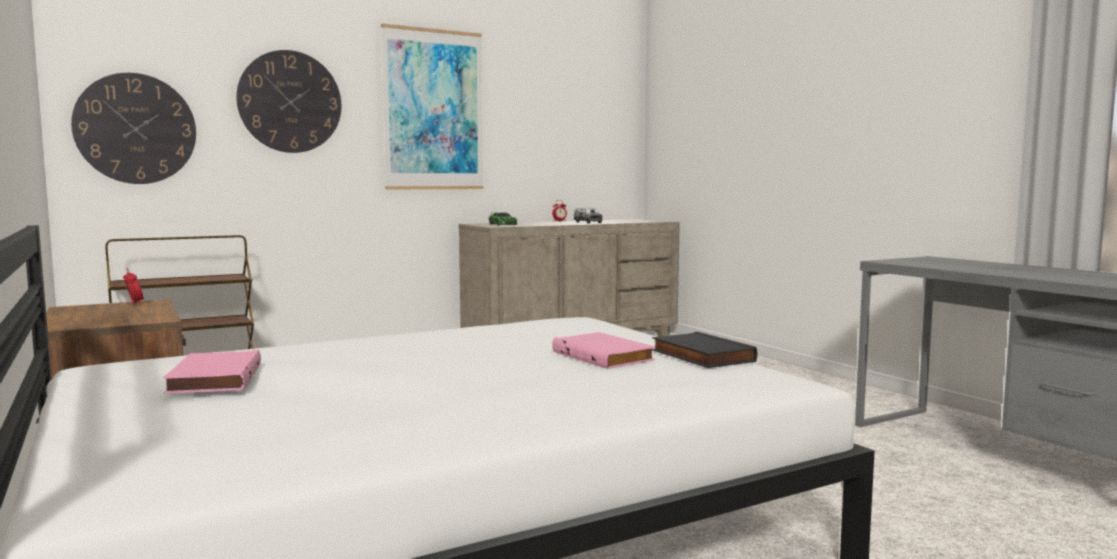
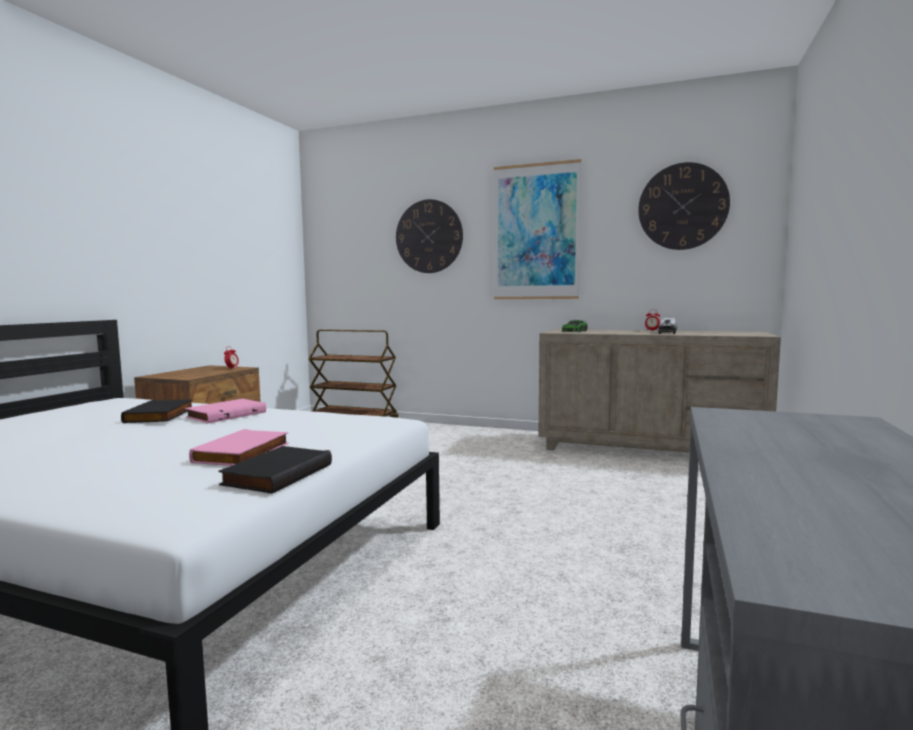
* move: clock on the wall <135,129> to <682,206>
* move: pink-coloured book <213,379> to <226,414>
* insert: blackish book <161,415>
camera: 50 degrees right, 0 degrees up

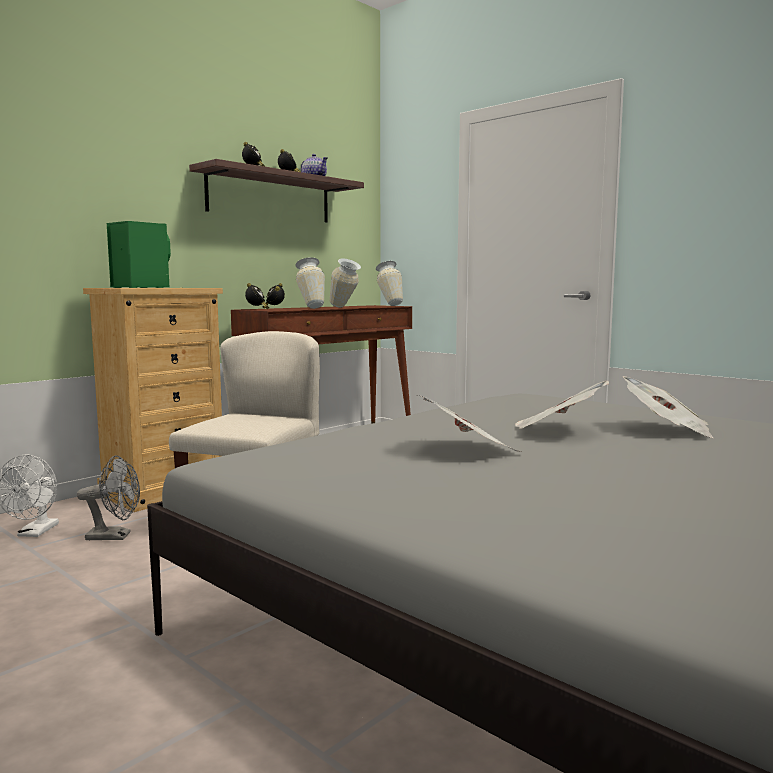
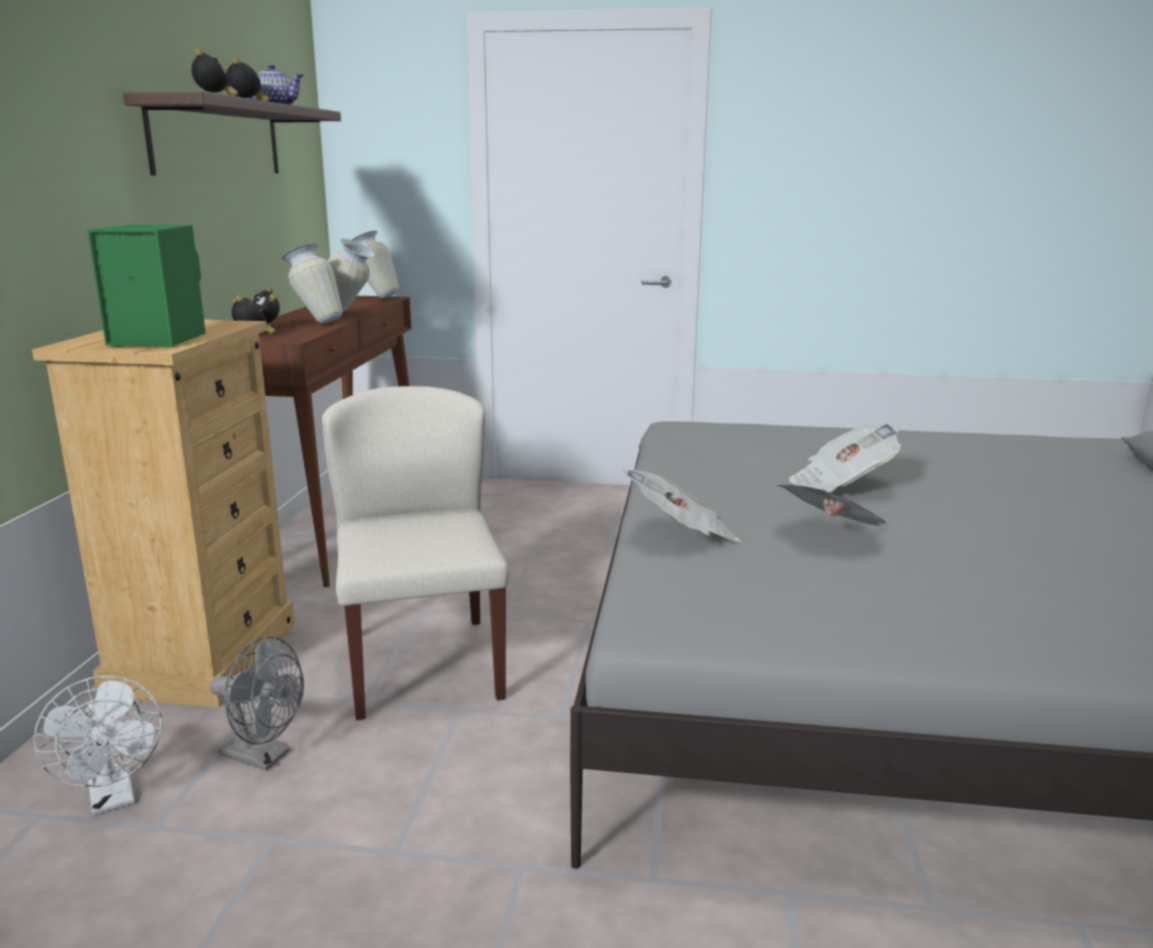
* move: printed paper <667,430> to <681,534>
* rotate: gray electric fan <115,536> = <264,756> 60 degrees clockwise
camera: 35 degrees left, 10 degrees up

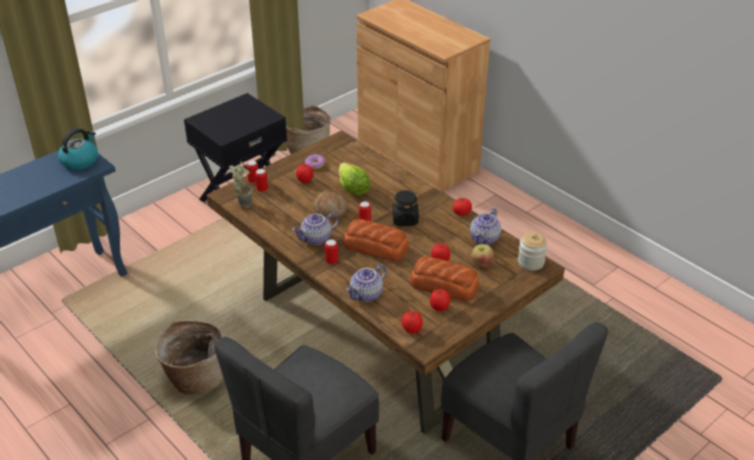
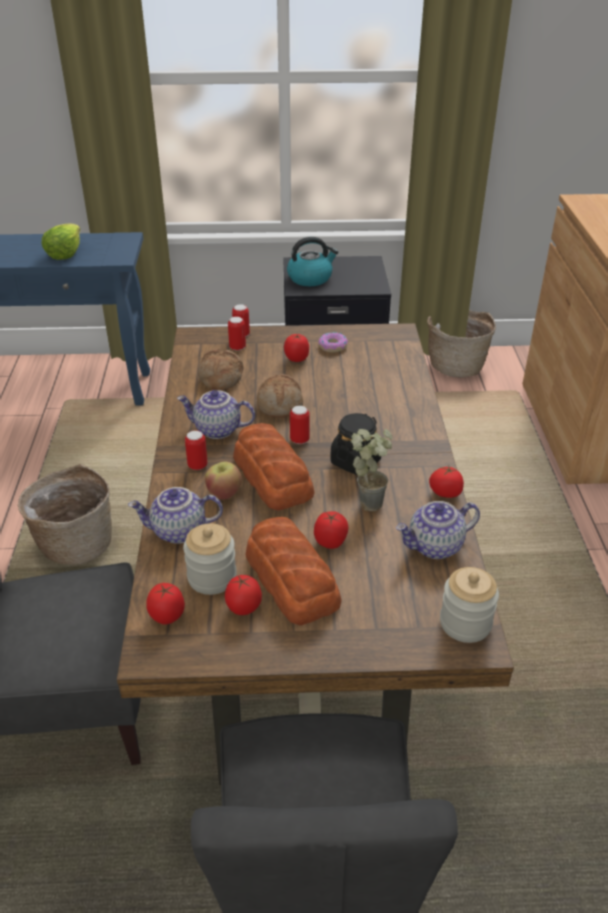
* move: kettle <80,161> to <310,278>
* move: plant in a pot <243,203> to <371,499>
* move: head of lettuce <352,188> to <65,253>
* move: whole apple <481,263> to <224,493>
* insert: baked bread <220,377>
* insert: jar <212,577>
camera: 40 degrees right, 0 degrees up

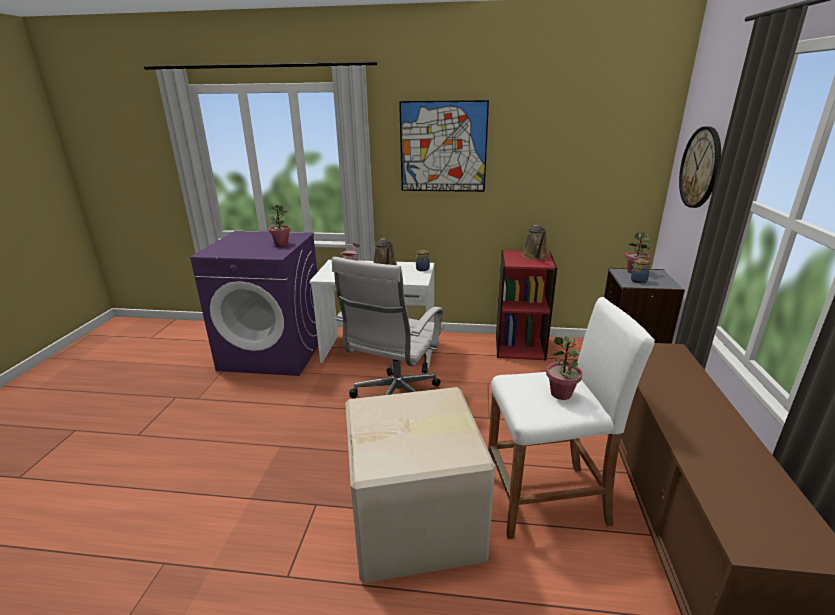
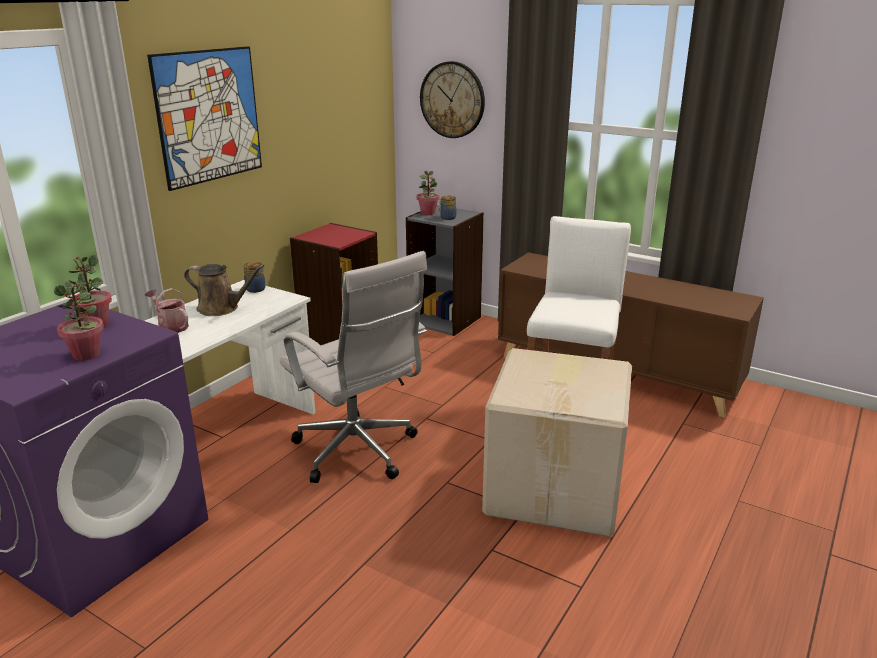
* delete: brown-coloured sprinkling can <535,256>
* move: plant in a pot <561,394> to <87,355>
camera: 65 degrees left, 0 degrees up

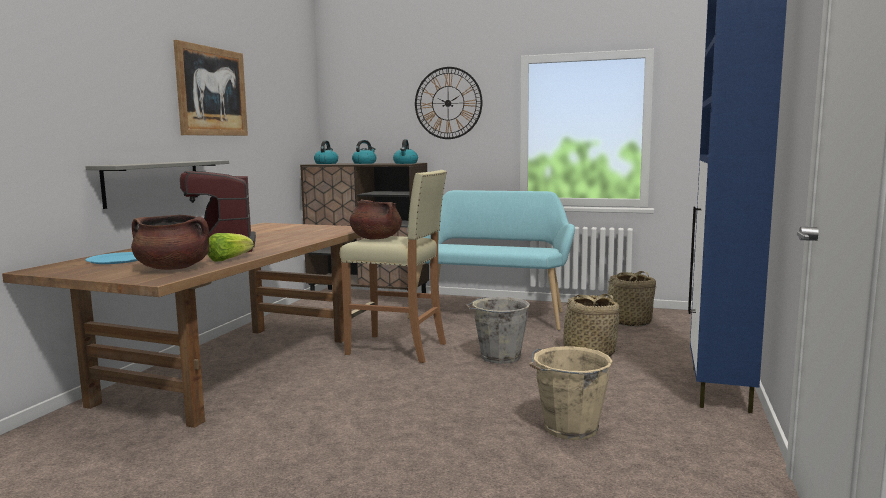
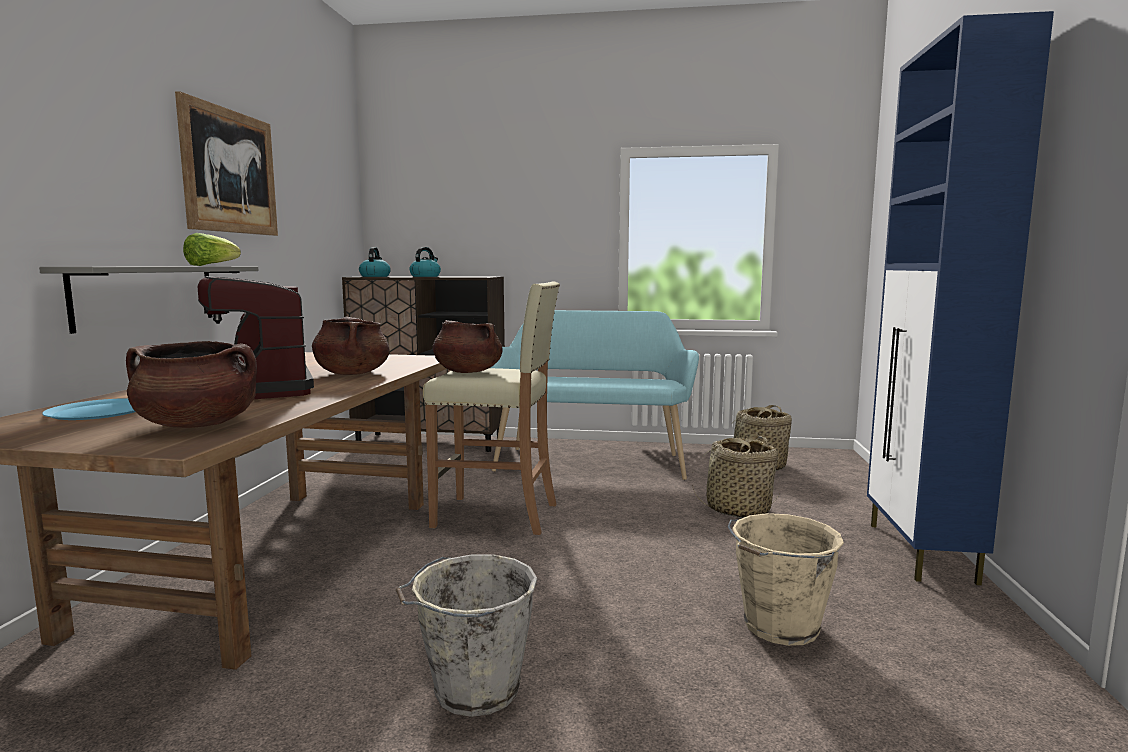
* delete: clock on the wall <448,103>
* delete: kettle <405,163>
* move: head of lettuce <229,259> to <211,266>
* move: gray bucket <498,357> to <473,690>
* insert: brown-coloured cooking pot <352,373>
camera: 10 degrees left, 0 degrees up

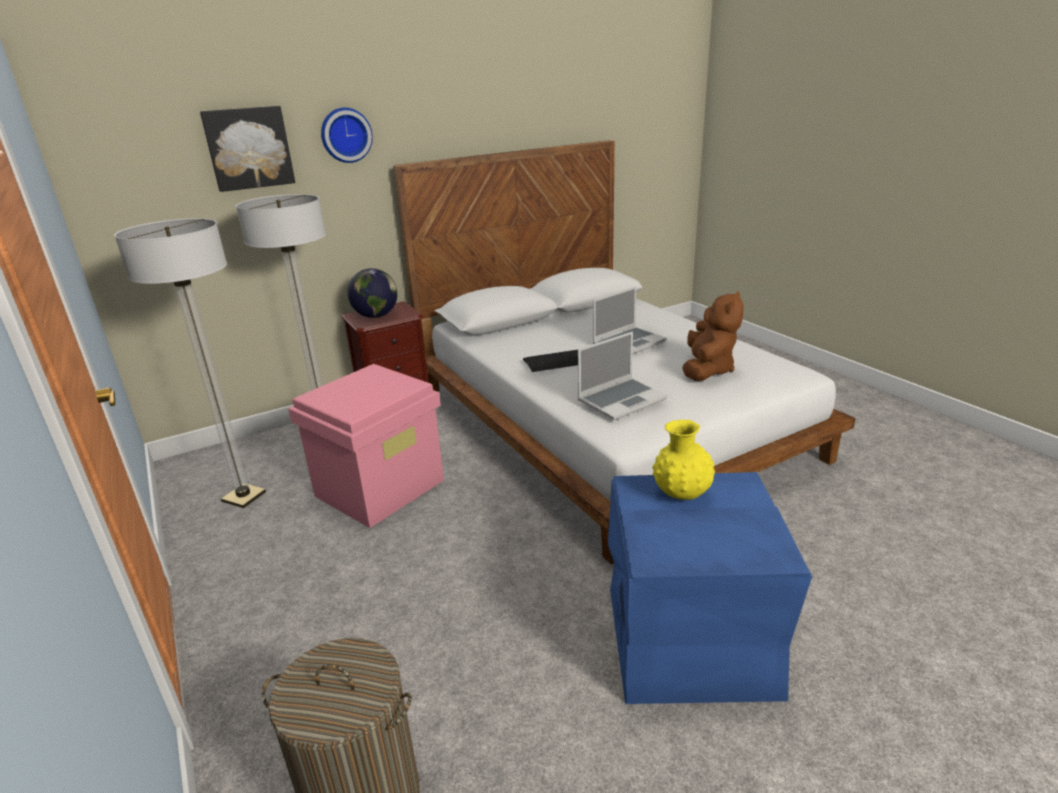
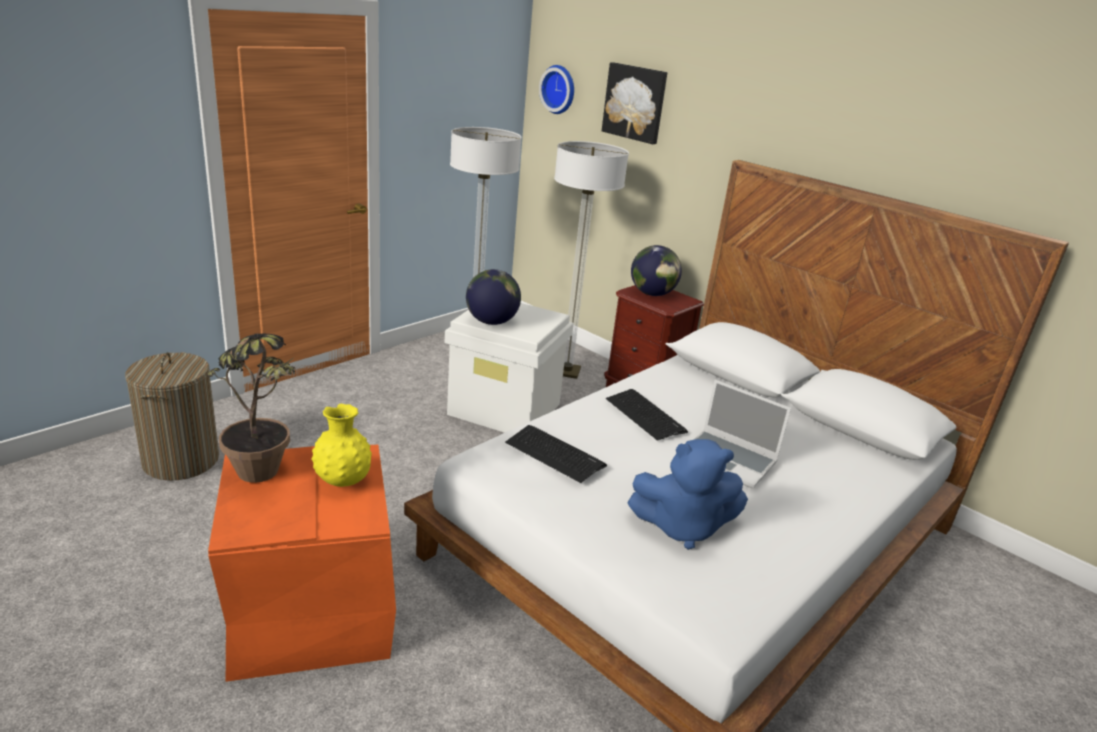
* move: clock on the wall <345,135> to <559,89>
* recolor: brown-coloured soft toy <707,370> to blue soft toy <682,527>
* replace: laptop <622,400> to PC keyboard <555,454>
* recolor: pink-coloured storage container <380,487> to whitish storage container <505,409>
* recolor: blue storage container <687,637> to orangey storage container <313,610>
* insert: globe <491,322>
* insert: plant in a pot <264,478>
camera: 70 degrees right, 0 degrees up

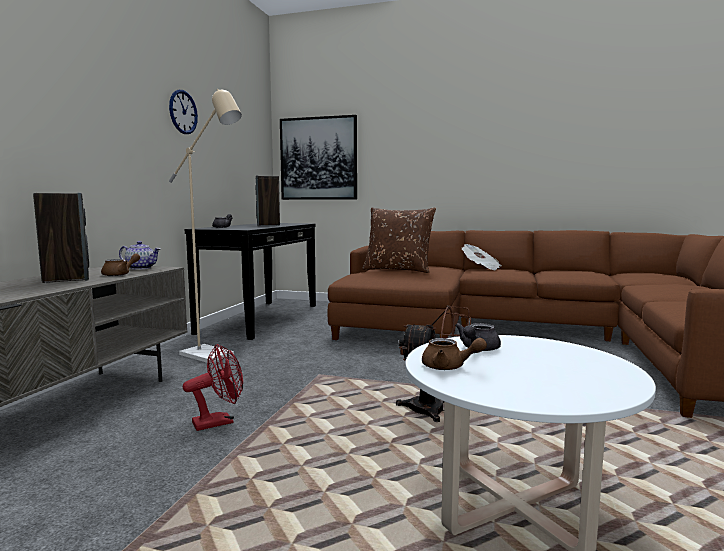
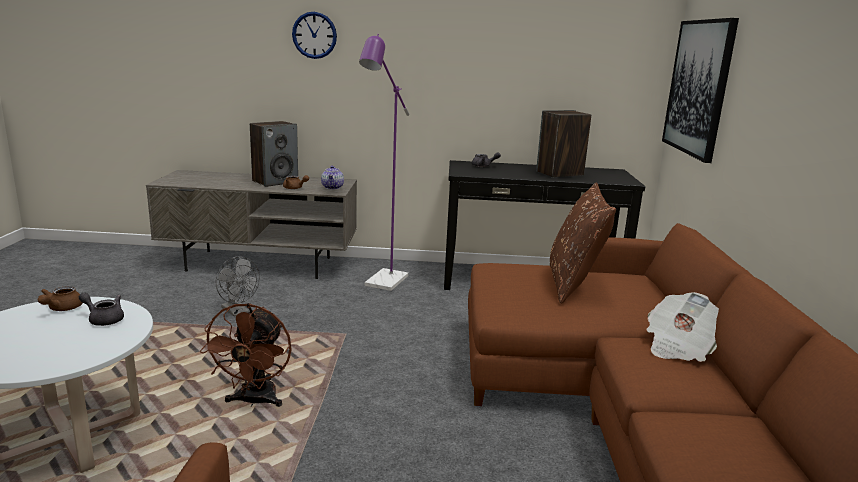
* recolor: beige-coloured standing lamp <213,356> to purple-coloured standing lamp <383,284>
* move: clock on the wall <183,112> to <314,35>
* recolor: red electric fan <219,422> to gray electric fan <237,312>
camera: 75 degrees right, 10 degrees up

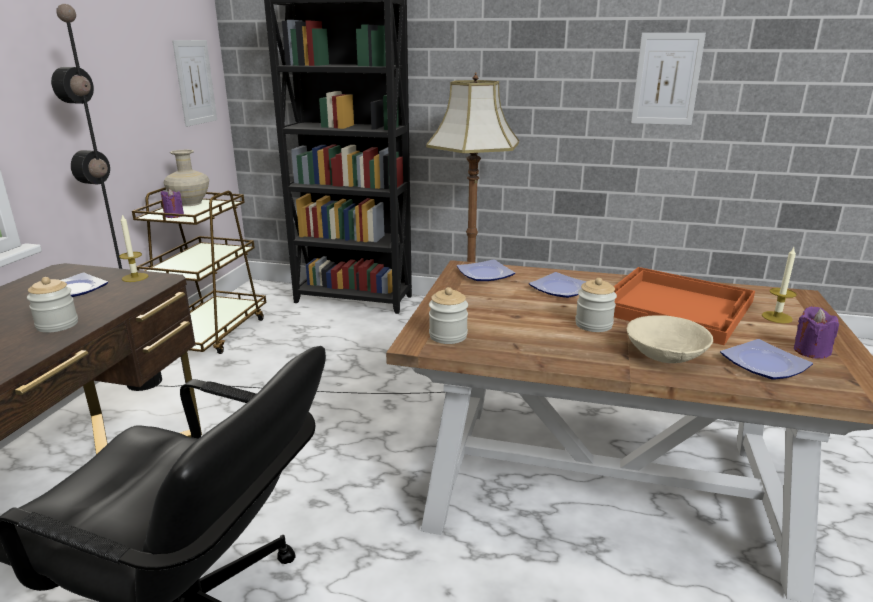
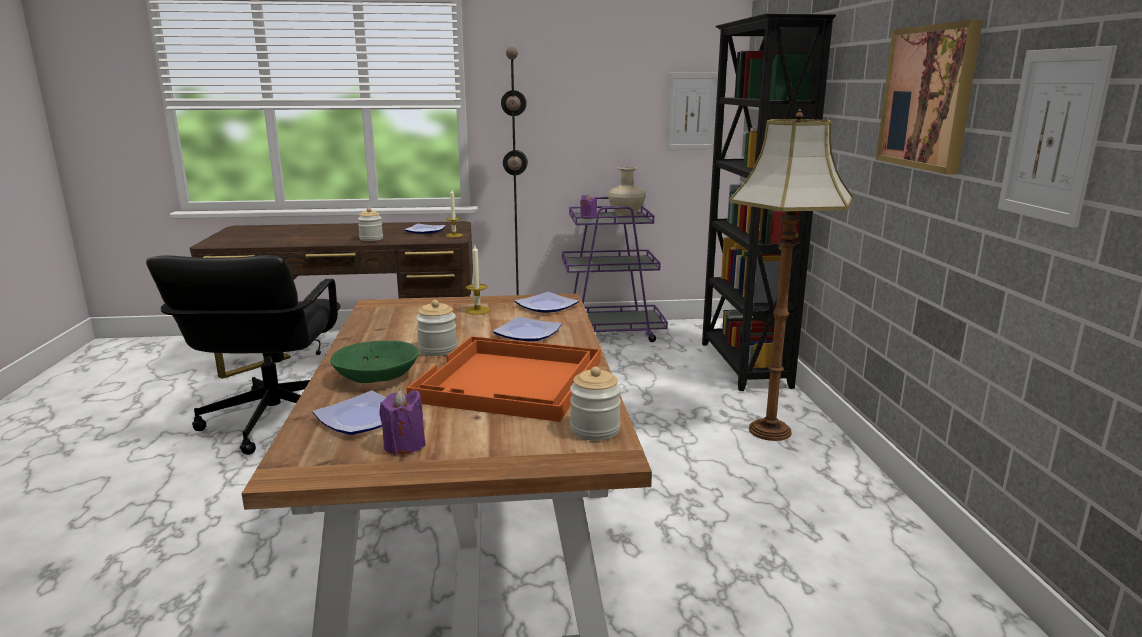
* recolor: brown-coloured cart <211,333> to purple-coloured cart <608,333>
* move: candle <777,317> to <477,310>
* move: jar <448,336> to <595,430>
* recolor: beige-coloured deep dish <665,353> to green-coloured deep dish <378,377>
* insert: wall art <927,97>
camera: 70 degrees right, 5 degrees down

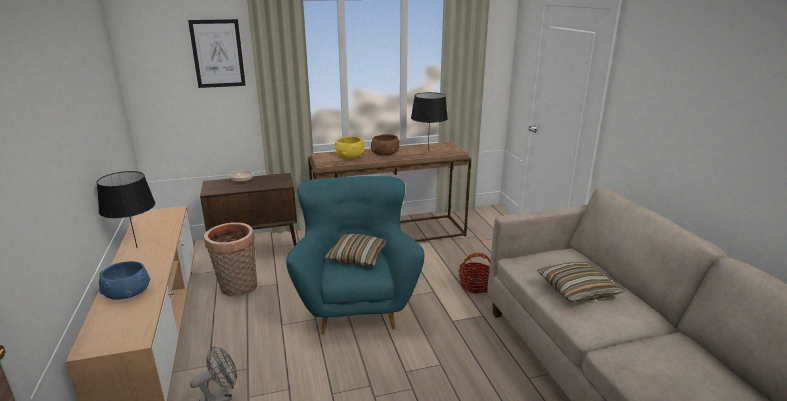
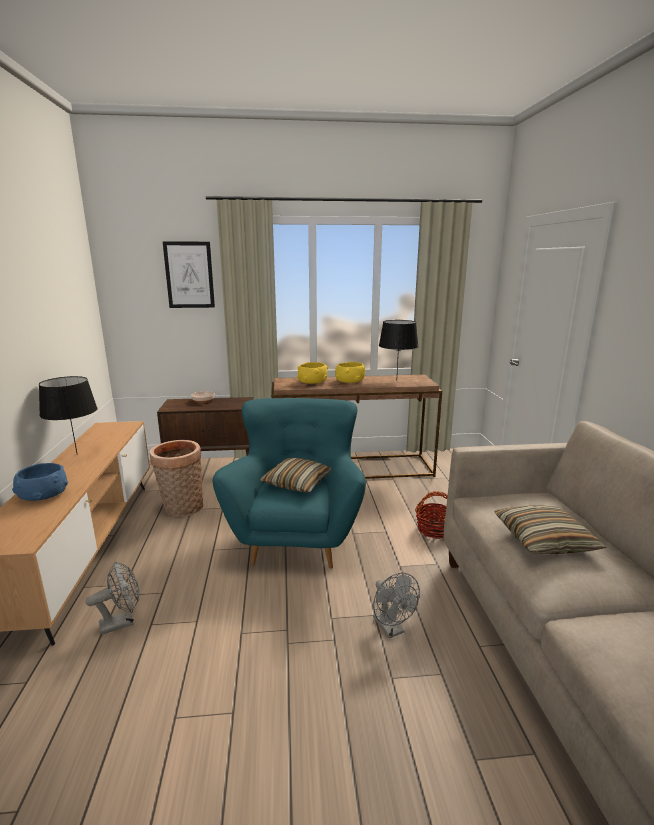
* recolor: brown-coloured deep dish <385,153> to yellow-coloured deep dish <350,381>
* insert: gray electric fan <391,629>
camera: 10 degrees right, 5 degrees down

